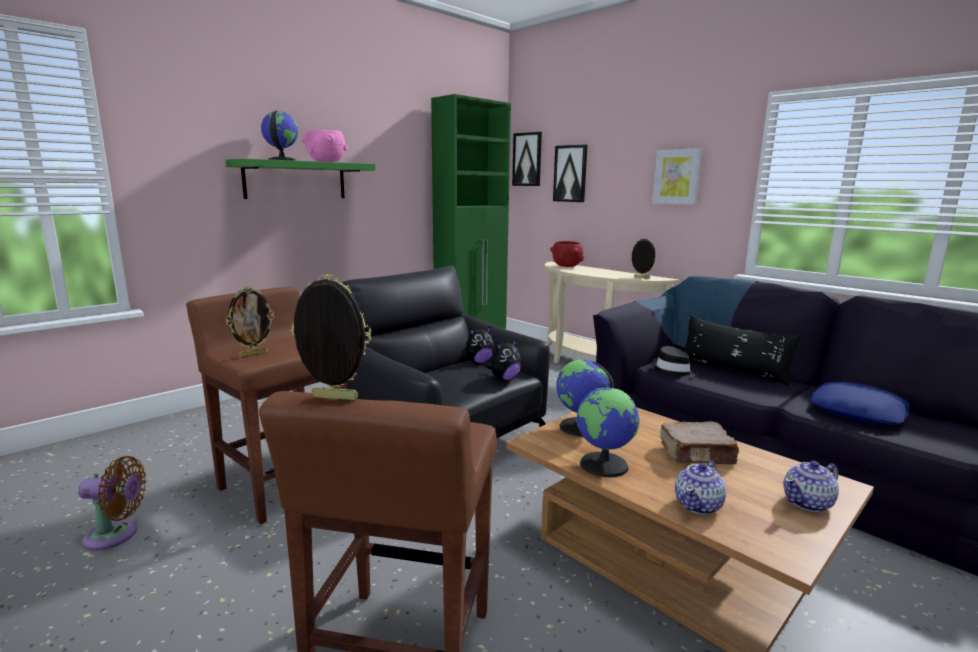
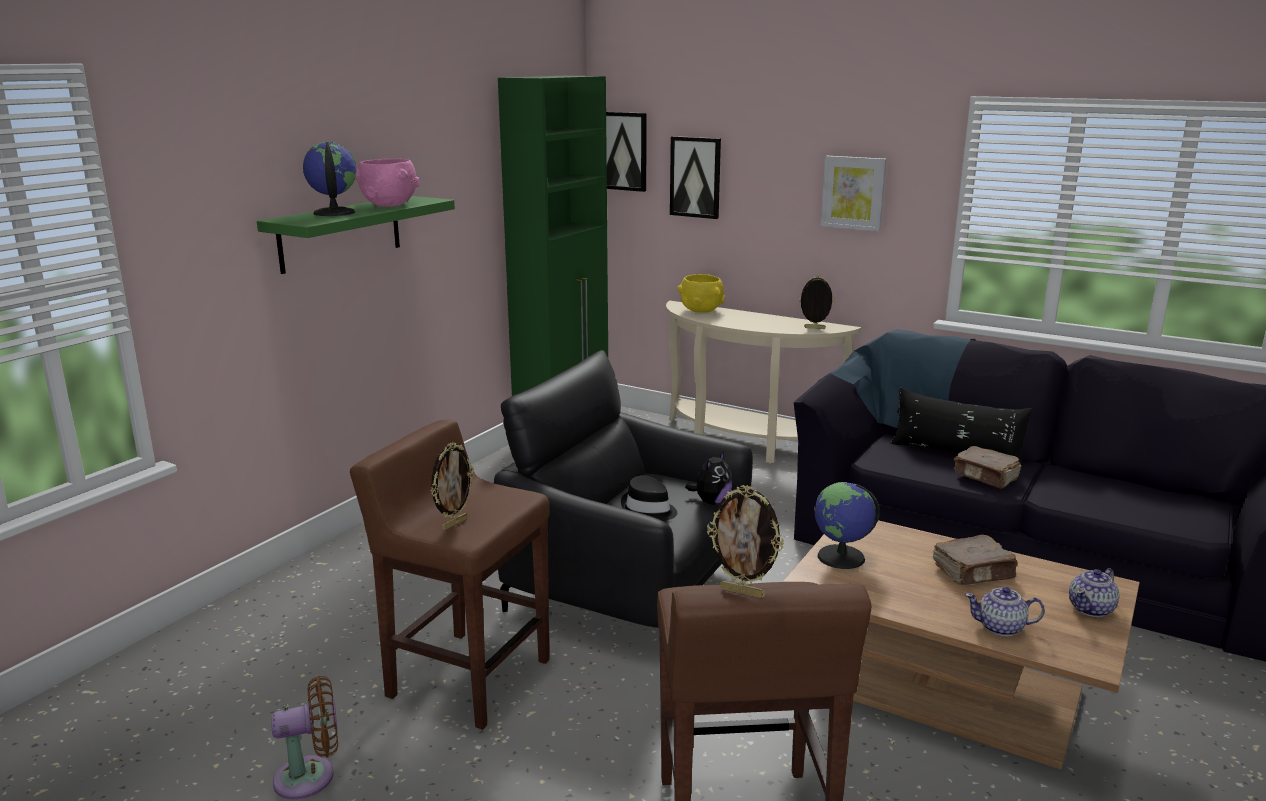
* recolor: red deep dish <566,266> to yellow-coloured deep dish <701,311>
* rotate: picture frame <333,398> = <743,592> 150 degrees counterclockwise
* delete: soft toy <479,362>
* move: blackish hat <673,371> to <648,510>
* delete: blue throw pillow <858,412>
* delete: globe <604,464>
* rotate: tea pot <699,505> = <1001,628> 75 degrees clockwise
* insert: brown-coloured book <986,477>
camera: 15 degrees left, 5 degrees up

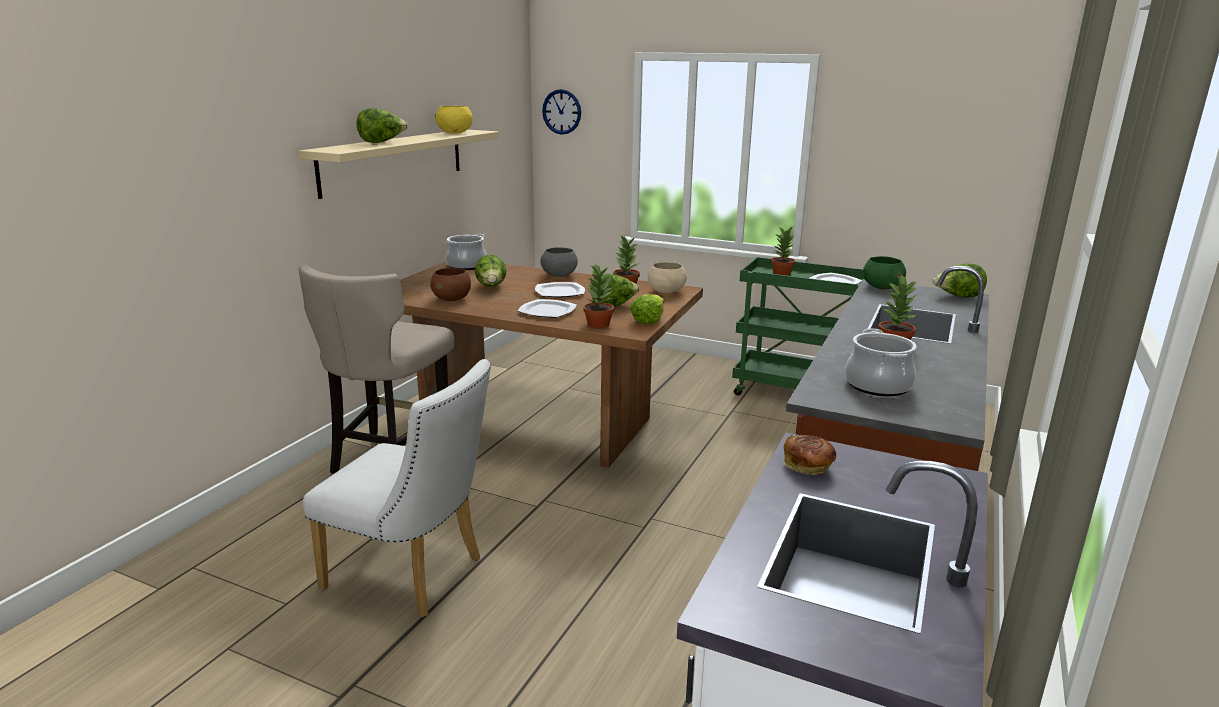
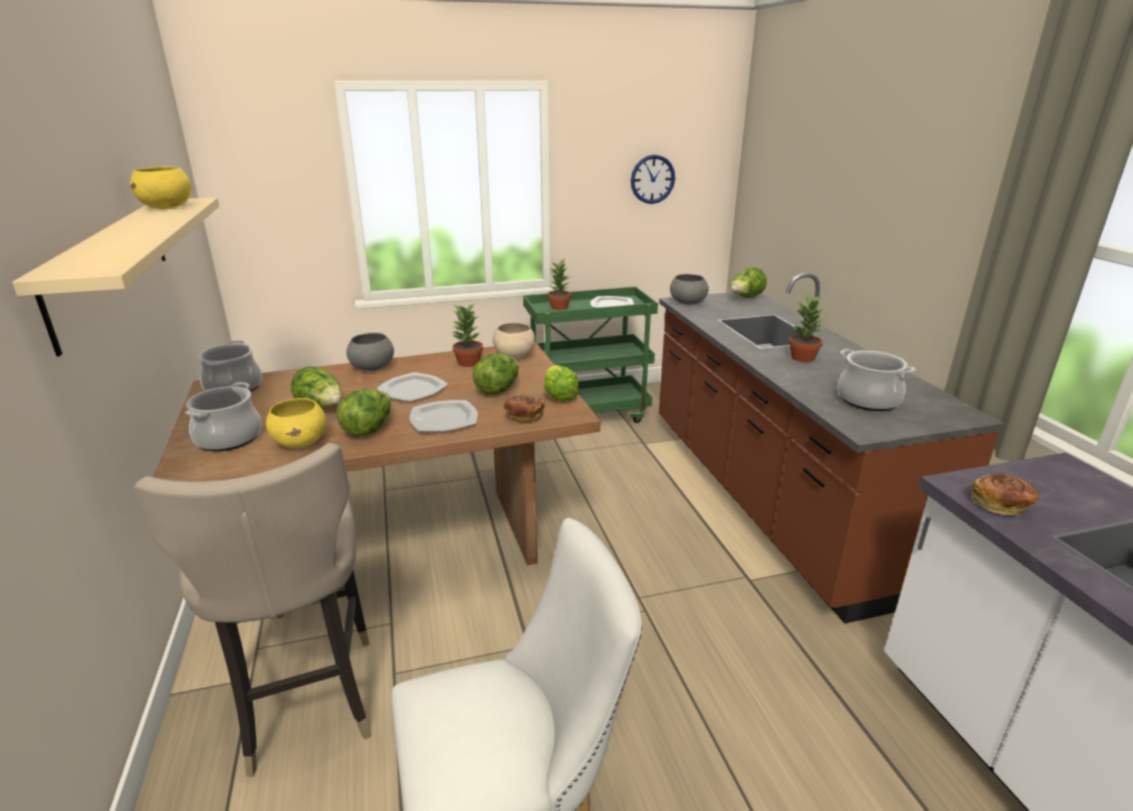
* move: clock on the wall <562,112> to <652,179>
* move: head of lettuce <382,142> to <368,429>
* recolor: green-coloured deep dish <882,287> to gray deep dish <687,303>
* replace: plant in a pot <598,324> to baked bread <524,417>
* recolor: brown-coloured deep dish <452,299> to yellow-coloured deep dish <301,442>
* insert: cooking pot <229,438>
camera: 40 degrees left, 5 degrees up

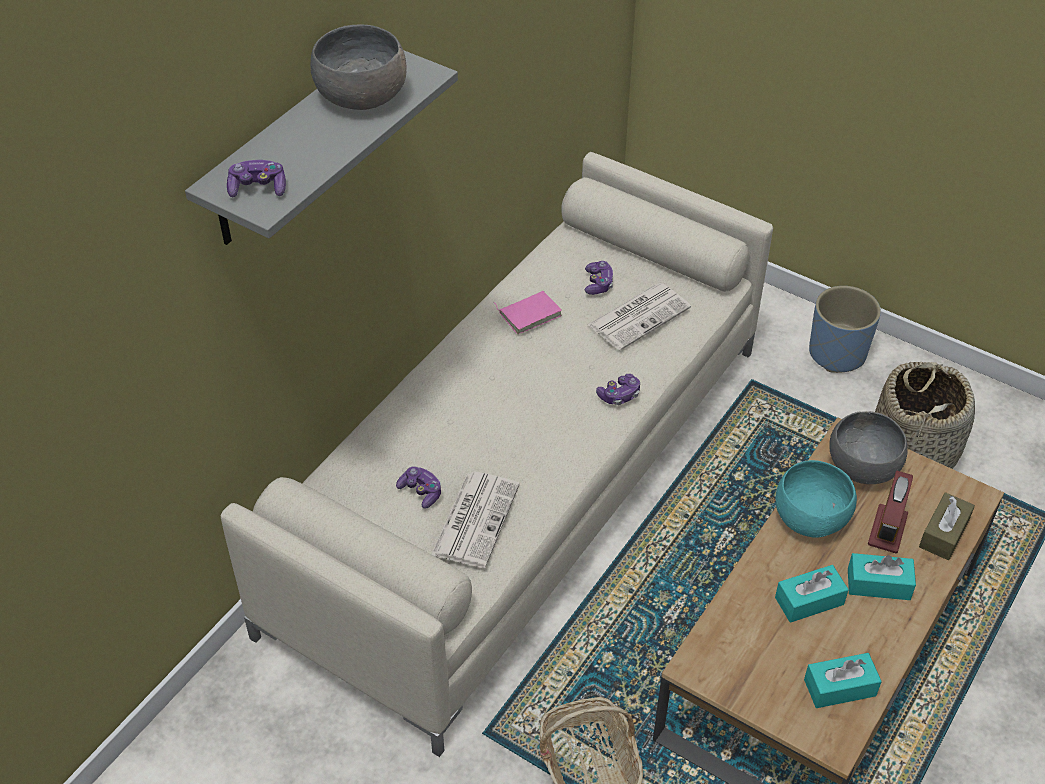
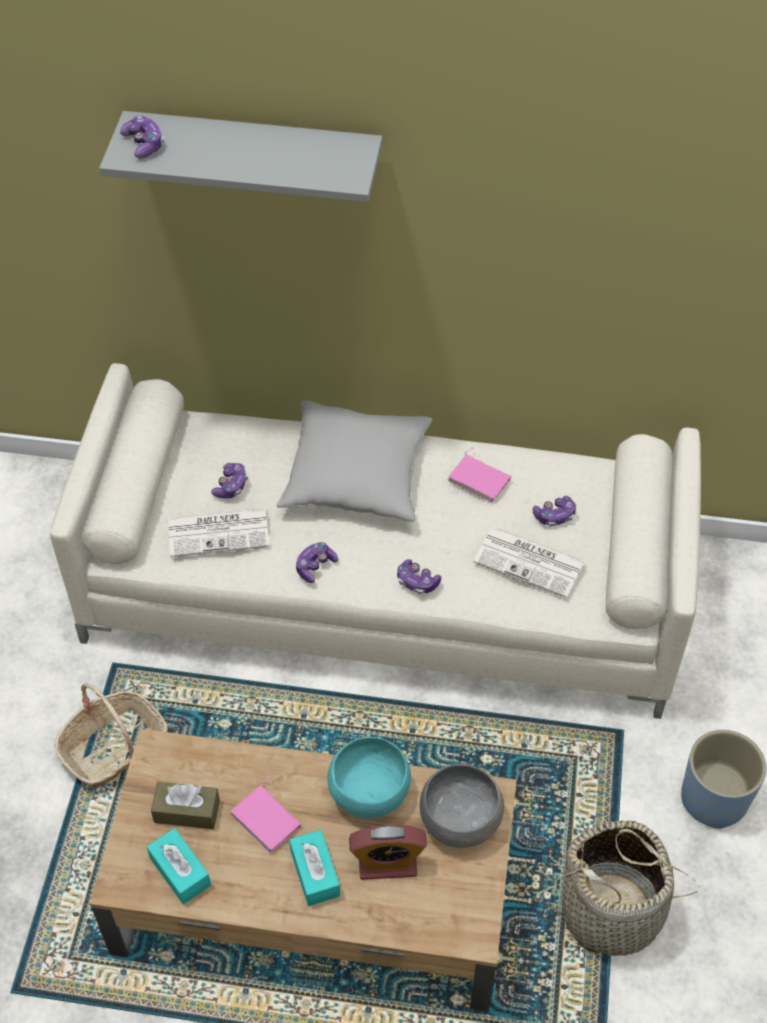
* delete: gray deep dish <362,97>
* move: brown-coloured tissue holder <944,533> to <187,811>
* replace: turquoise tissue holder <809,601> to pink-coloured book <267,819>
* insert: gray throw pillow <356,476>
* insert: game controller <315,566>
camera: 65 degrees right, 5 degrees up

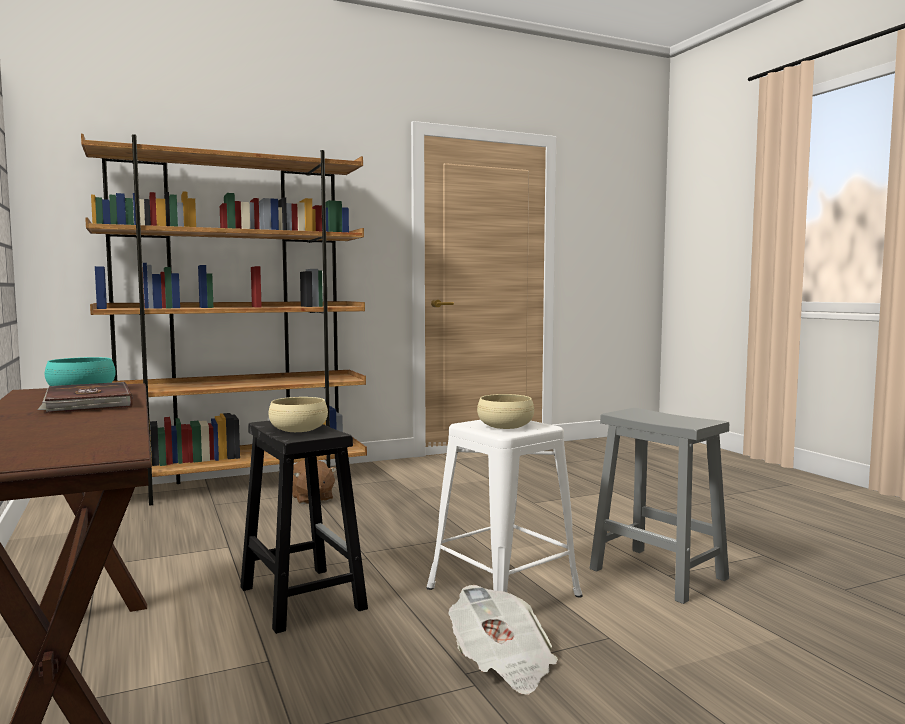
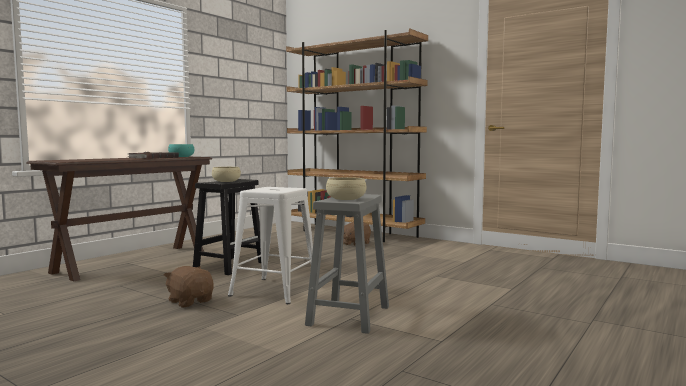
* move: beige-coloured deep dish <505,426> to <346,199>
* replace: printed paper <503,664> to brown-coloured soft toy <190,301>
camera: 60 degrees right, 0 degrees up

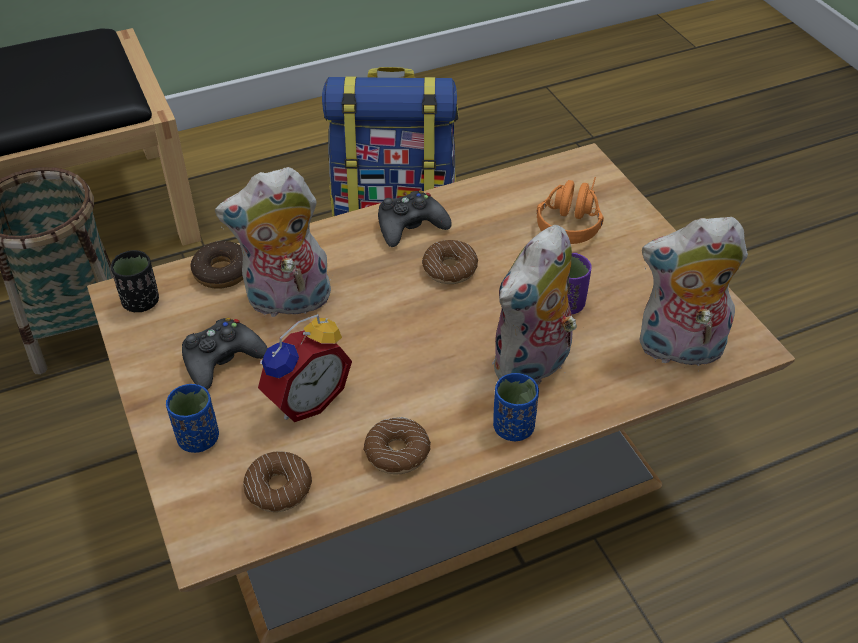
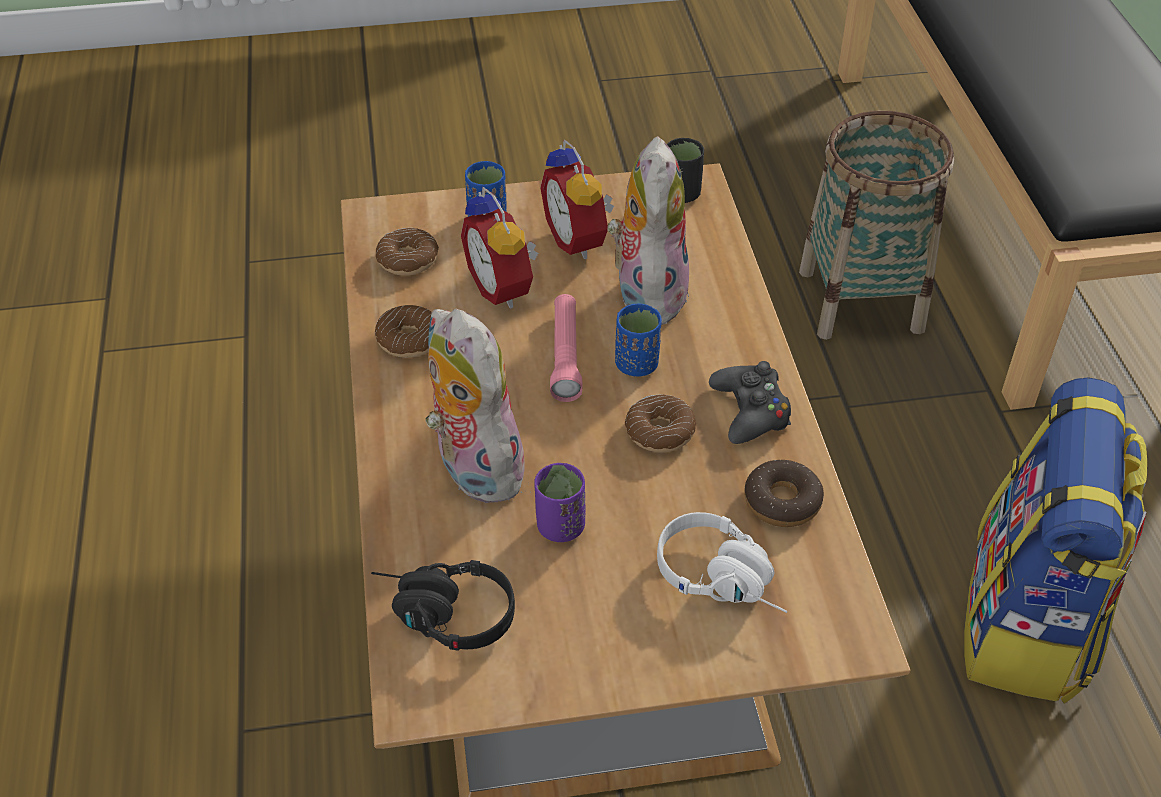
* recolor: orangey pair of headphones <571,218> to whitish pair of headphones <726,580>
* replace: soft toy <678,350> to blackish pair of headphones <441,615>
* move: donut <222,272> to <782,501>
* replace: blackish game controller <222,360> to alarm clock <579,240>
* move: blue drinking cup <513,427> to <637,364>
* insert: pink-coloured flashlight <565,356>
camera: 105 degrees right, 0 degrees up

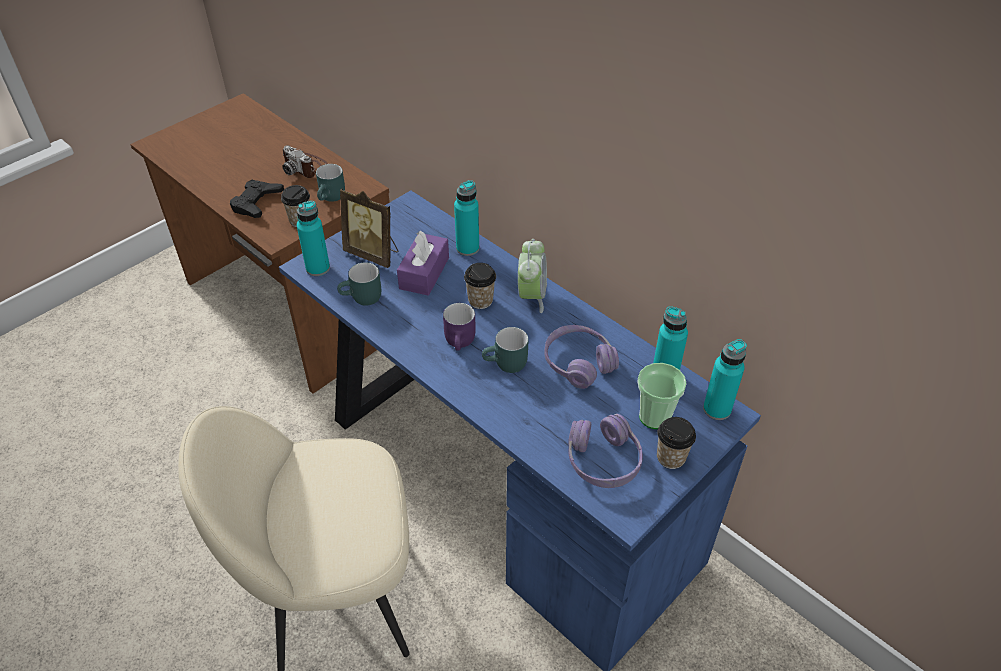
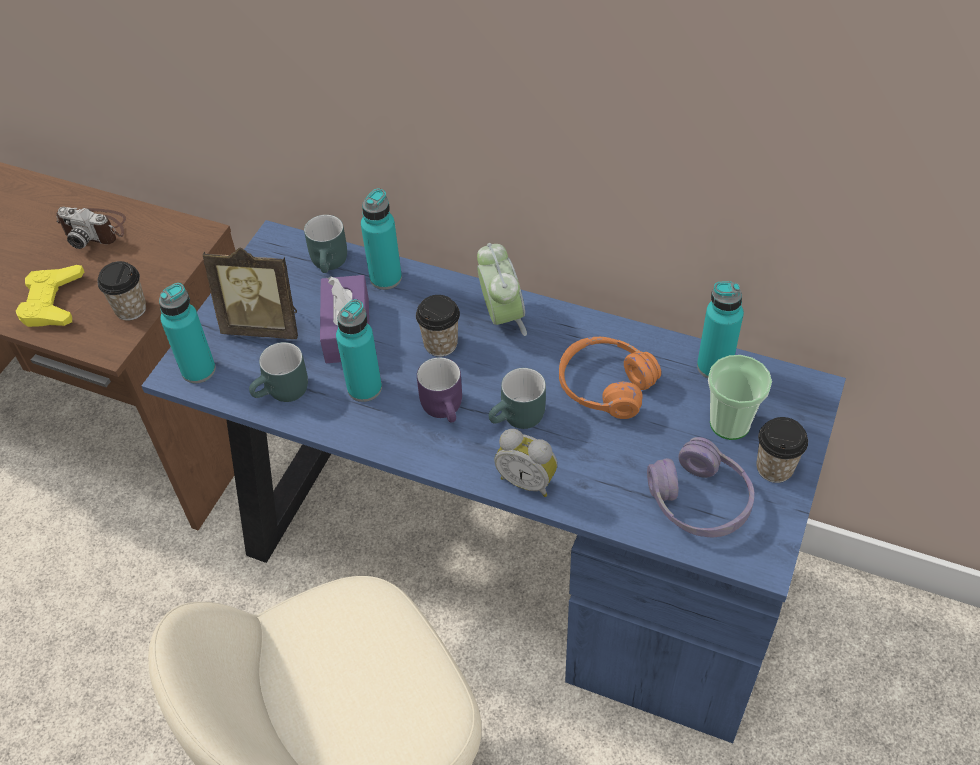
* move: turquoise mug <332,198> to <332,263>
* recolor: blackish game controller <256,202> to yellow-coloured game controller <52,302>
* recolor: purple-coloured pair of headphones <578,363> to orangey pair of headphones <605,386>
* move: turquoise bottle <717,409> to <364,388>
* insert: alarm clock <527,480>
camera: 20 degrees left, 5 degrees up

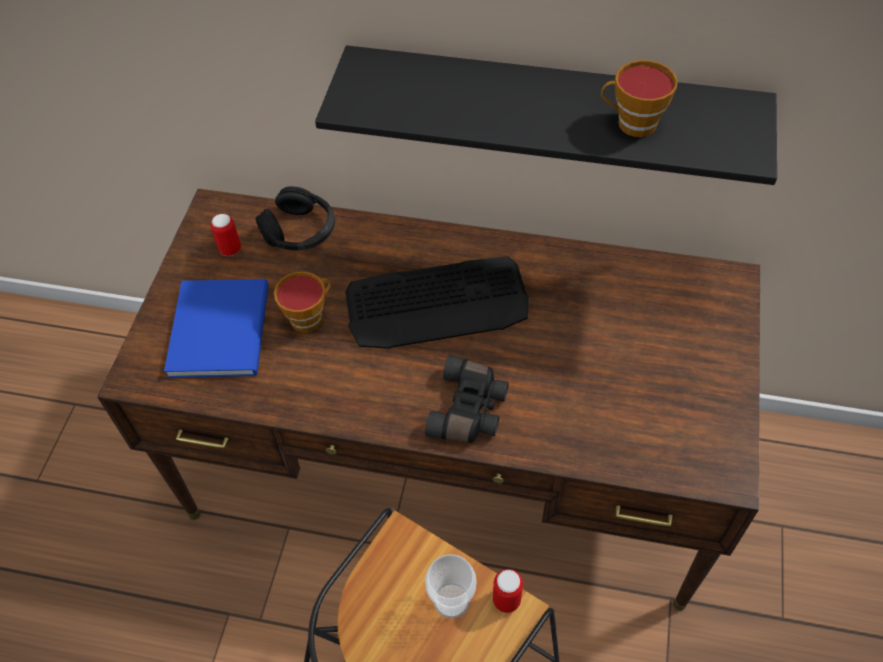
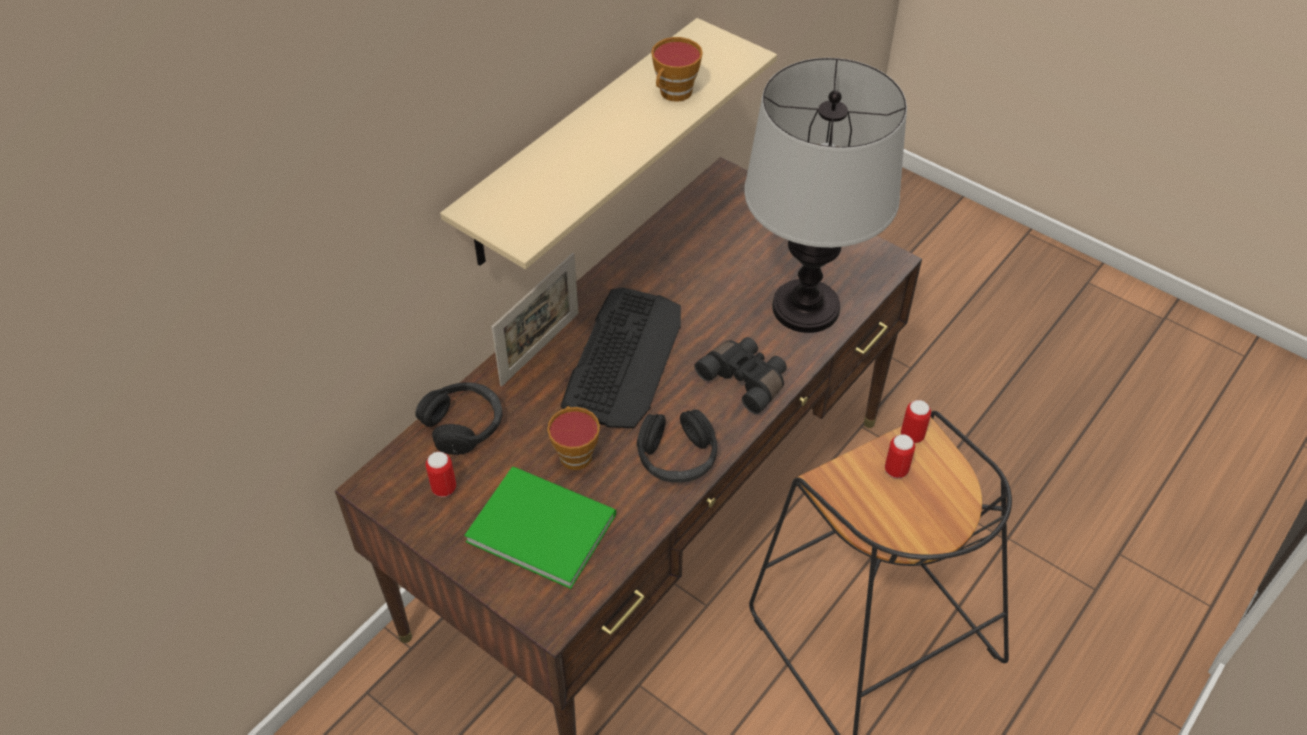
* recolor: blackish wall shelf <550,108> to beige-coloured wall shelf <580,144>
* recolor: blue book <223,327> to green-coloured book <539,524>
* replace: drinking cup <451,600> to can <896,470>
* insert: tabletop lamp <805,308>
* insert: picture frame <540,348>
* insert: blackish pair of headphones <677,457>
camera: 65 degrees left, 5 degrees down

